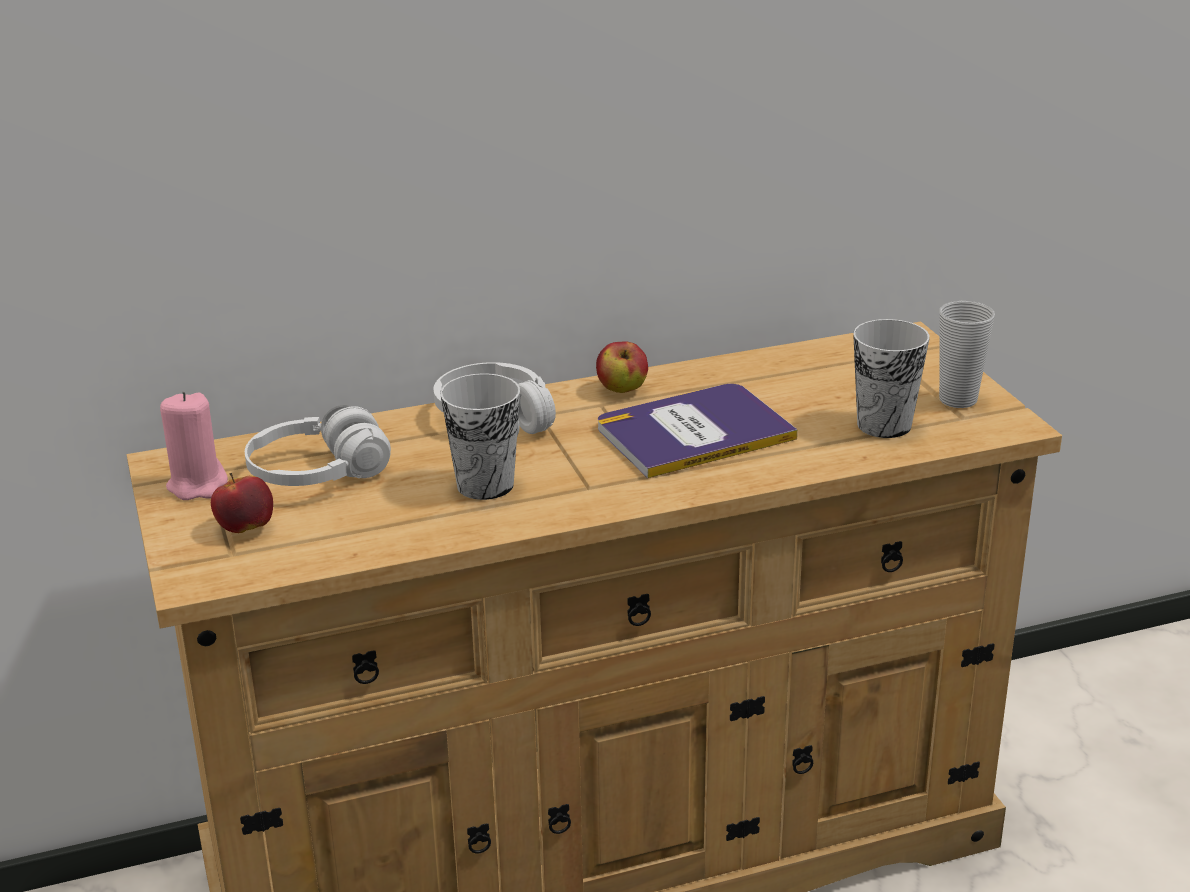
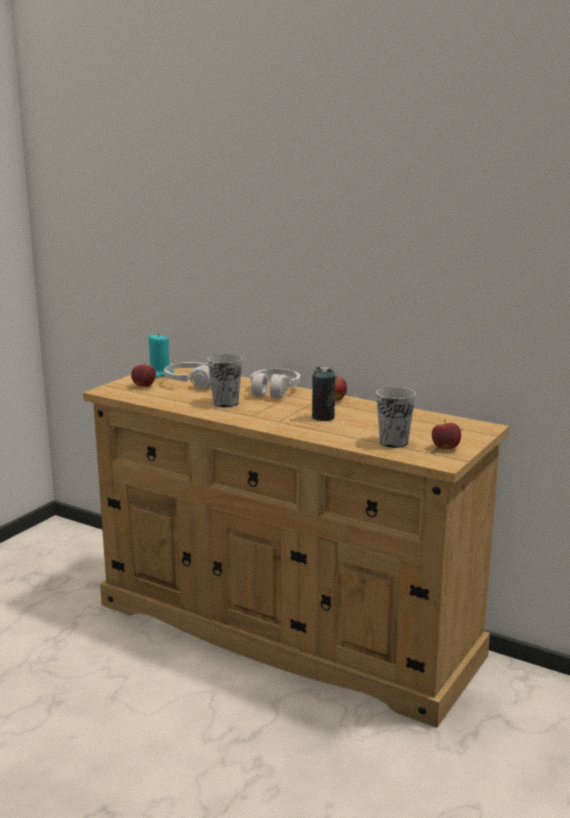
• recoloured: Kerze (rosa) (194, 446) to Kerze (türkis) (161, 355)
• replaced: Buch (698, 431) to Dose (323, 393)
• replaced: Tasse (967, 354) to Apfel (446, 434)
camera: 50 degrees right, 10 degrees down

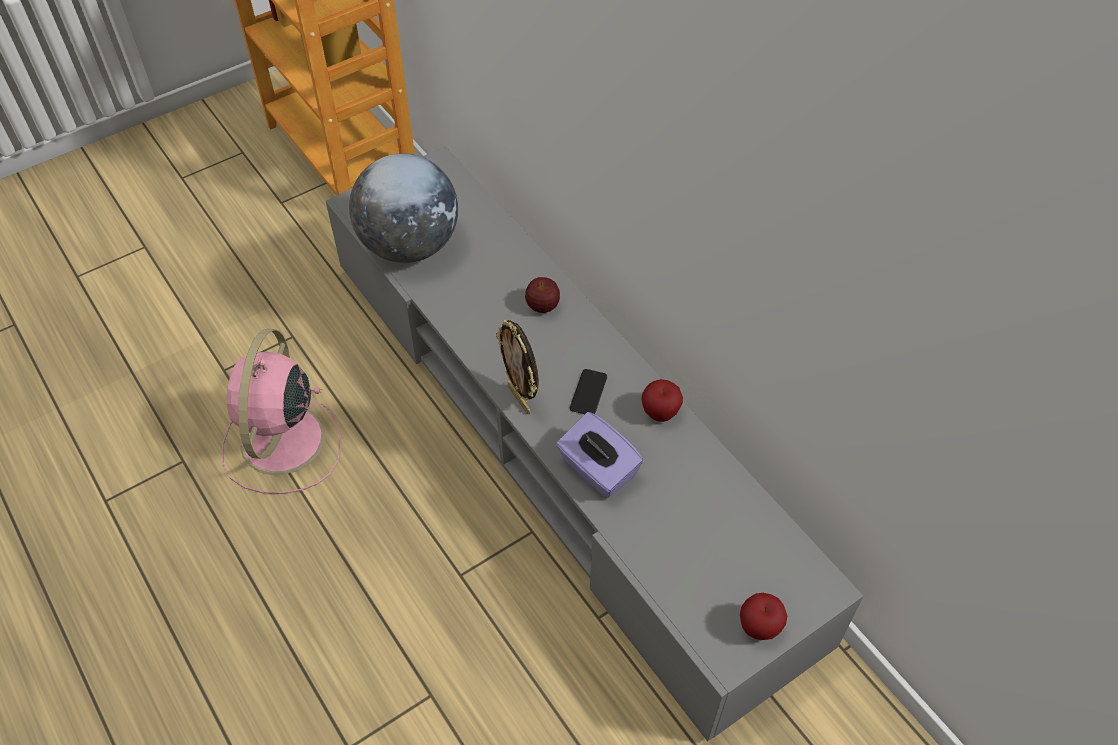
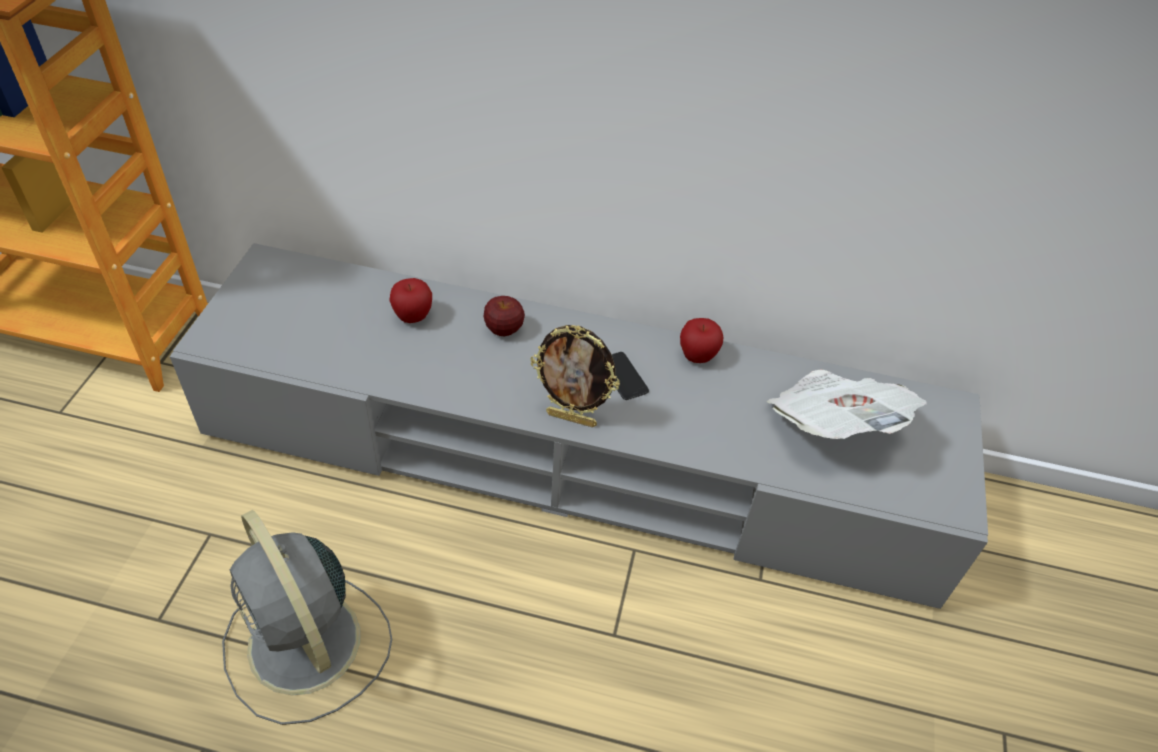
• recoloured: Ventilator (rosa) (282, 411) to Ventilator (grau) (307, 617)
• removed: Globus (403, 208)
• removed: Taschentuchbox (lila) (599, 455)
• moved: Apfel (763, 616) to (410, 300)
• added: Zeitung (846, 404)
camera: 45 degrees left, 5 degrees down

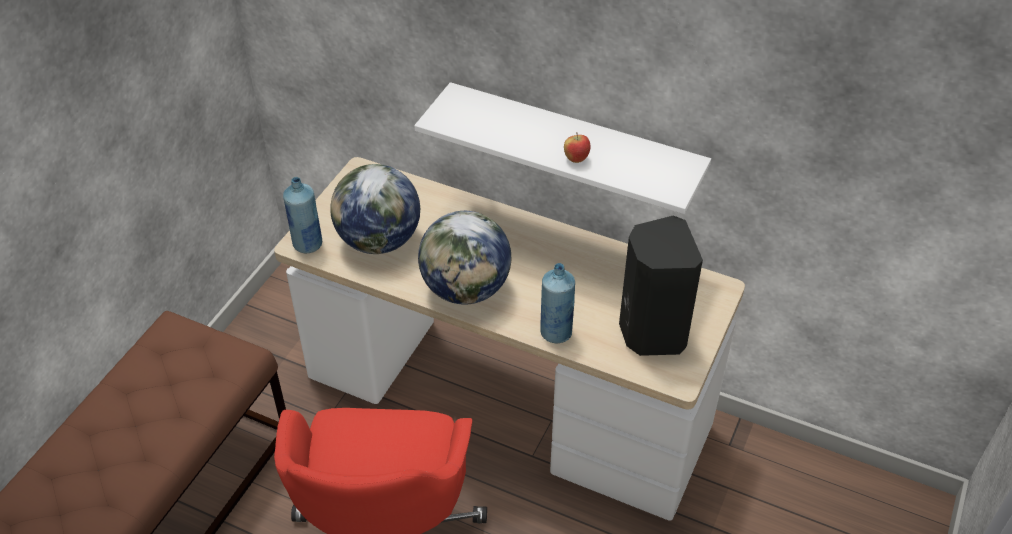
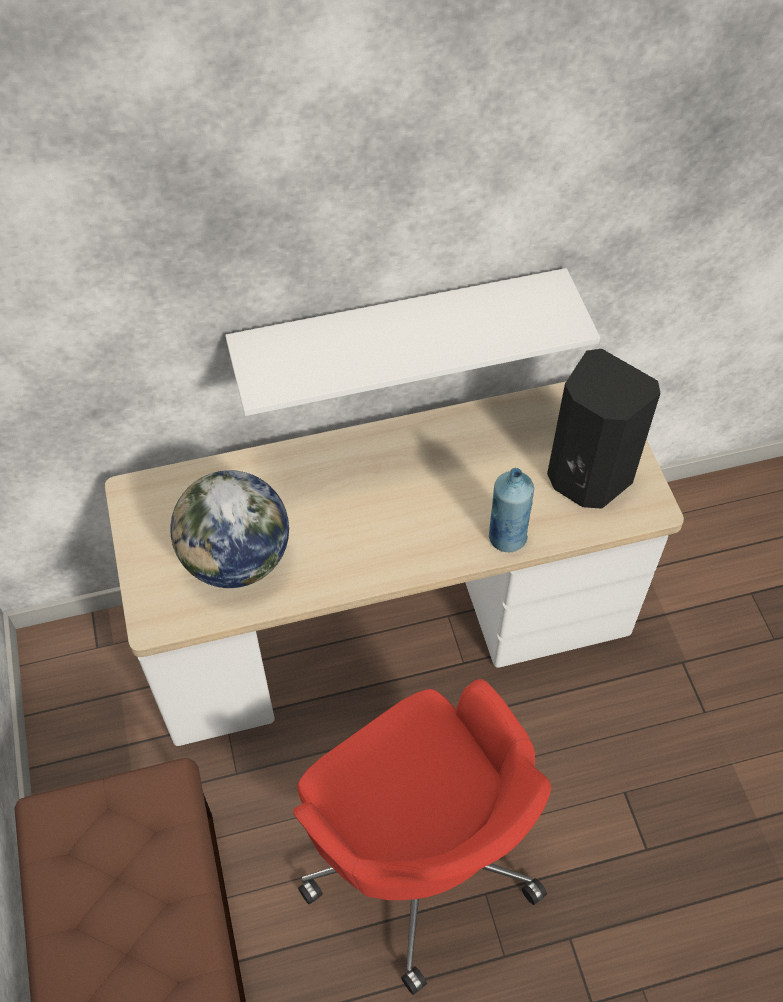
• removed: Flasche (blau) (302, 215)
• removed: Globus (464, 258)
• removed: Apfel (577, 147)
camera: 40 degrees left, 10 degrees up

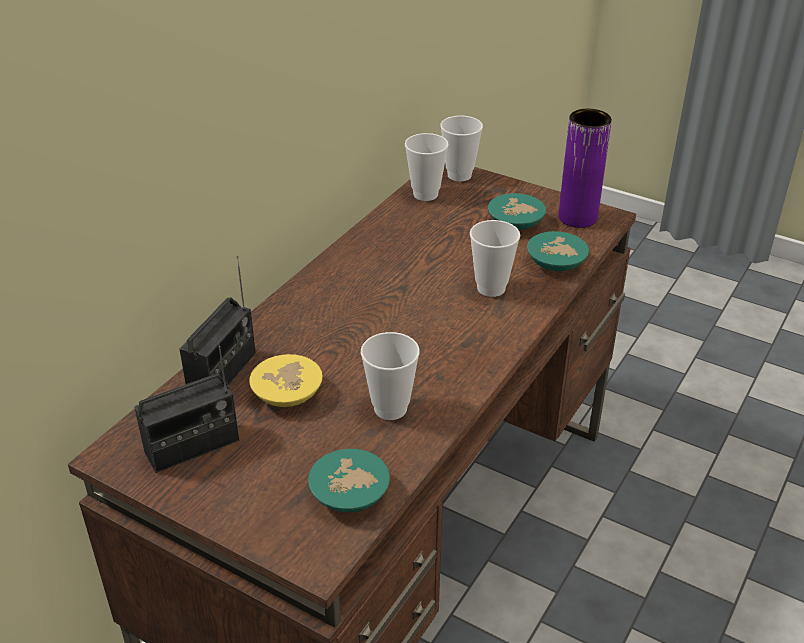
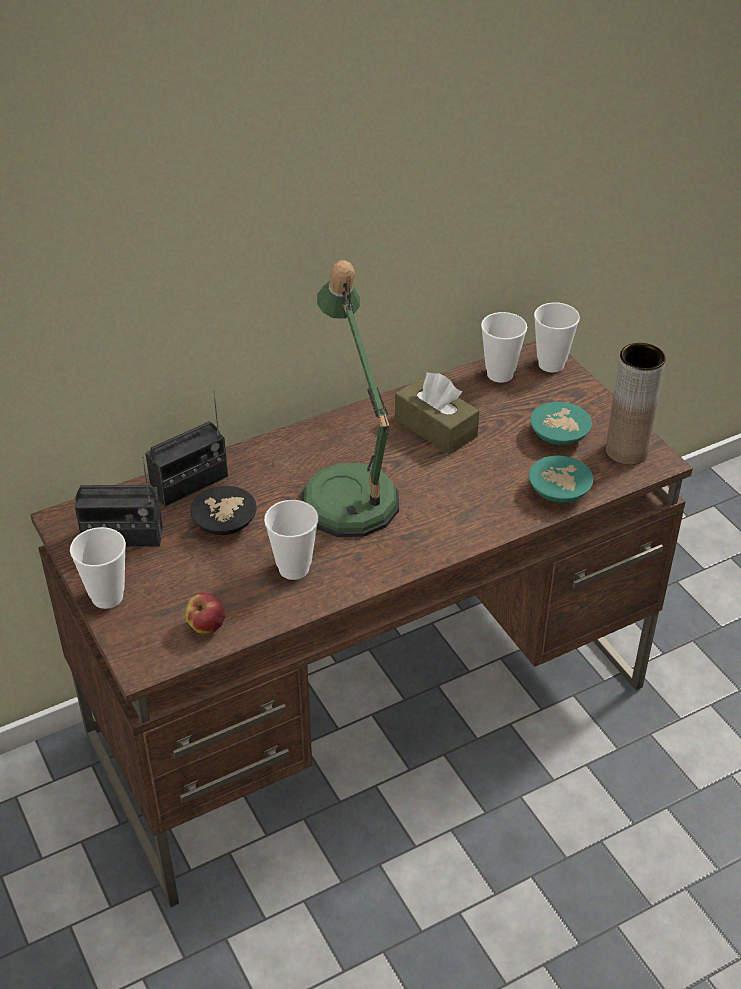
• recoloured: Schüssel (gelb) (286, 380) to Schüssel (schwarz) (223, 510)
• replaced: Schüssel (türkis) (349, 480) to Apfel (205, 613)
• moved: Tasse (495, 258) to (98, 568)
• recoloured: Vase (lila) (585, 168) to Vase (braun) (636, 404)
• added: Tischlampe (350, 398)
• added: Taschentuchbox (braun) (437, 414)
camera: 30 degrees right, 5 degrees up

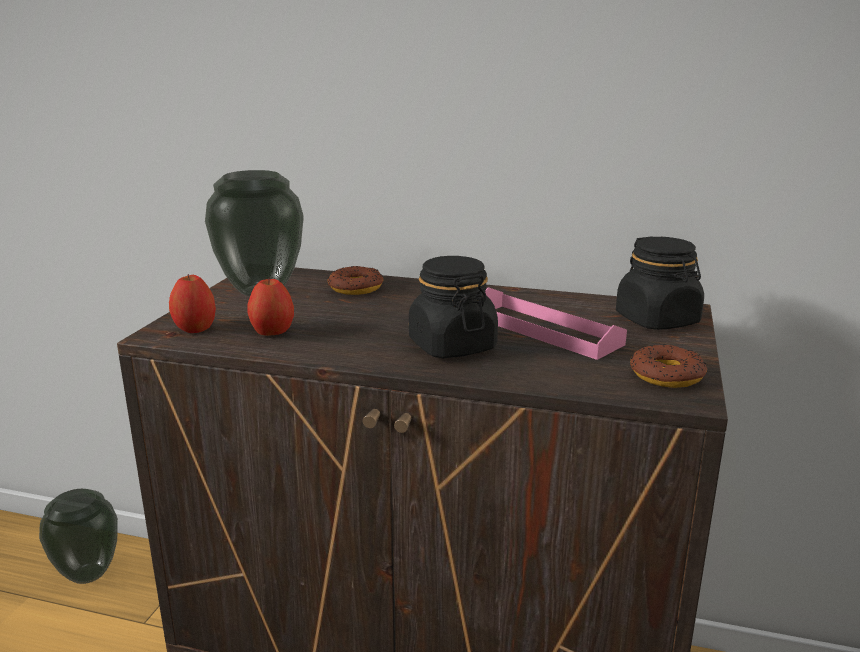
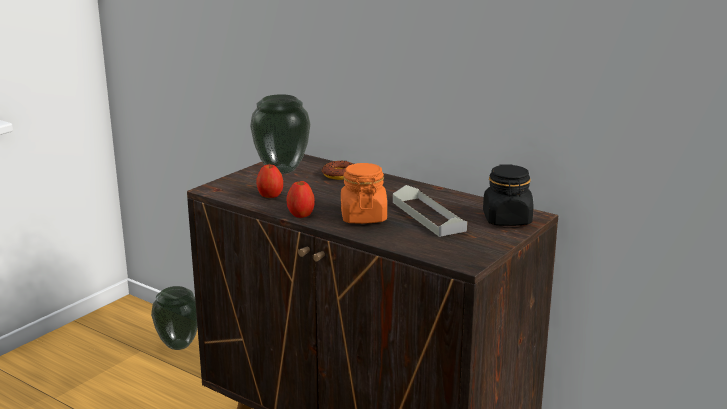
• moved: Apfel (192, 303) to (300, 199)
• recoloured: Vorratsglas (schwarz) (453, 307) to Vorratsglas (orange) (364, 193)
• recoloured: Tablett (rosa) (556, 323) to Tablett (grau) (430, 211)
• removed: Donut (668, 366)
camera: 20 degrees right, 0 degrees up

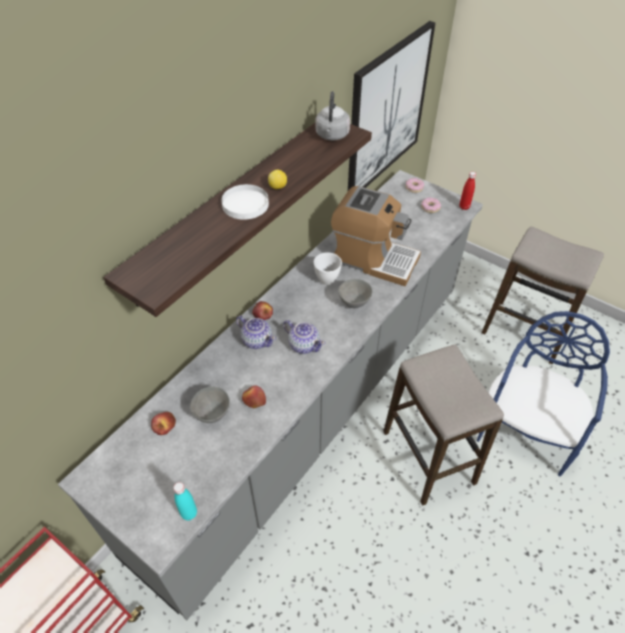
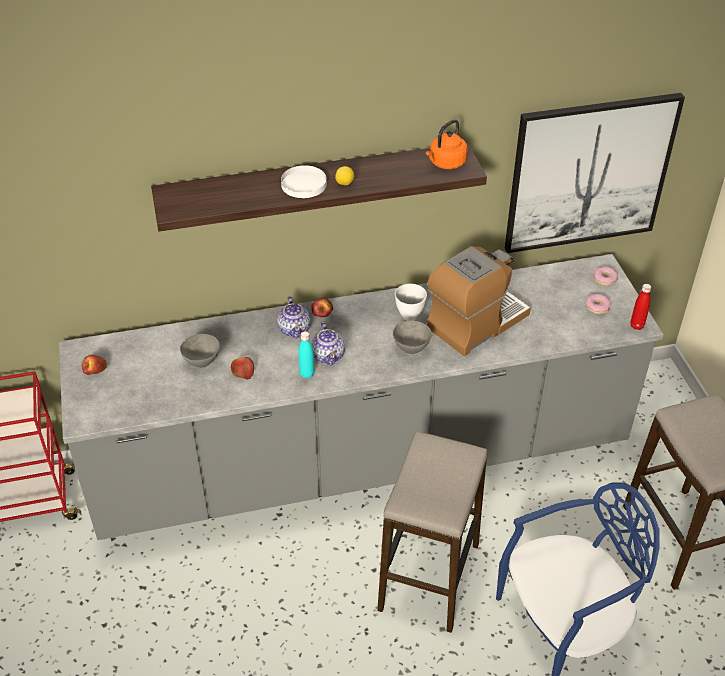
• moved: Apfel (163, 423) to (94, 365)
• moved: Flasche (türkis) (185, 501) to (306, 354)
• recoloured: Wasserkessel (grau) (332, 116) to Wasserkessel (orange) (447, 144)
• turned: Kaffeemaschine (376, 236) = (479, 301) 105 degrees counterclockwise
camera: 40 degrees right, 5 degrees down

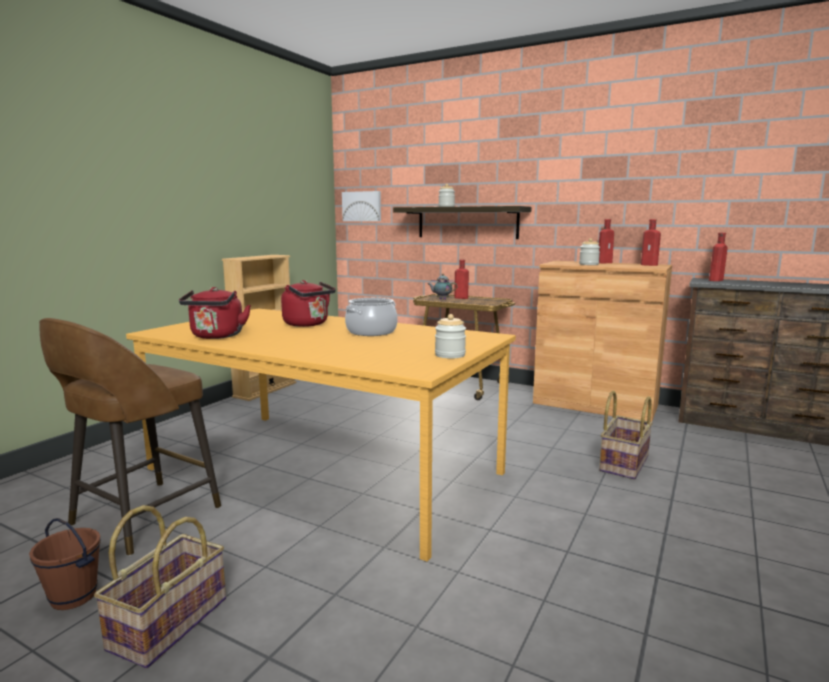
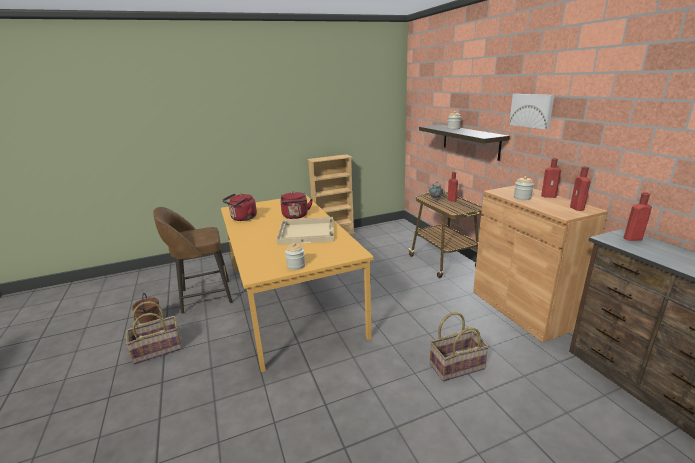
• moved: Bild (361, 206) to (531, 111)
• replaced: Kochtopf (371, 317) to Tablett (beige) (305, 231)
camera: 40 degrees right, 10 degrees up

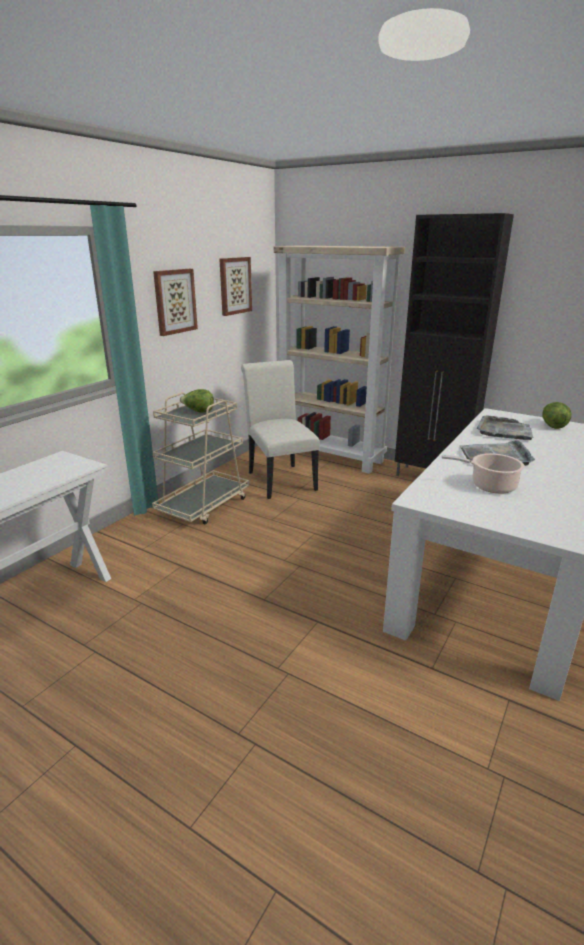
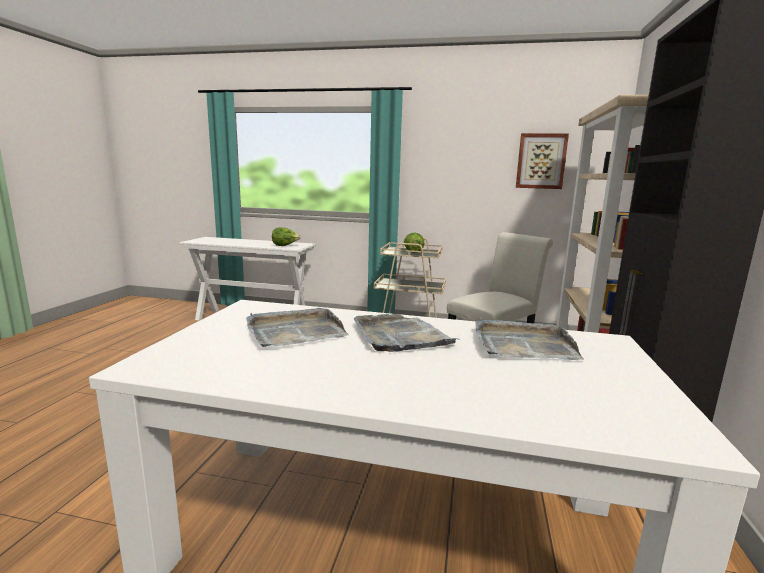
• removed: Bild (175, 302)
• replaced: Kochtopf (483, 473) to Tablett (grau) (297, 327)
• moved: Salatkopf (556, 415) to (286, 236)
camera: 70 degrees right, 10 degrees down

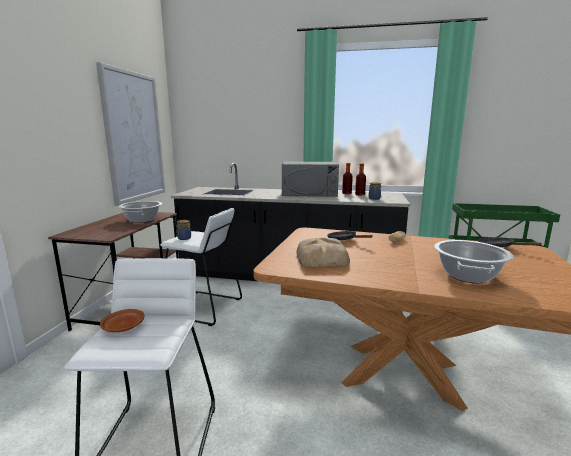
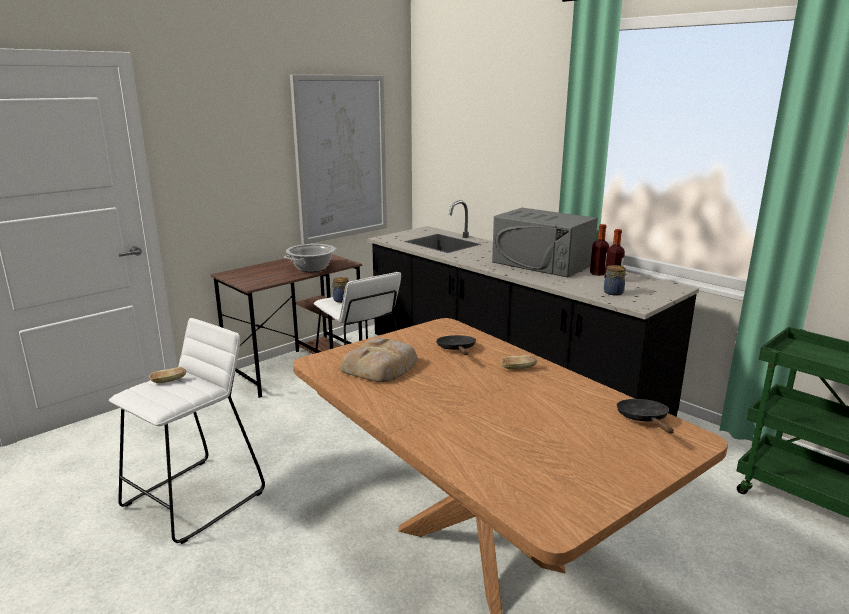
• replaced: Teller (braun) (122, 320) to Brot (167, 375)
• removed: Kochtopf (474, 261)
camera: 35 degrees right, 5 degrees up

